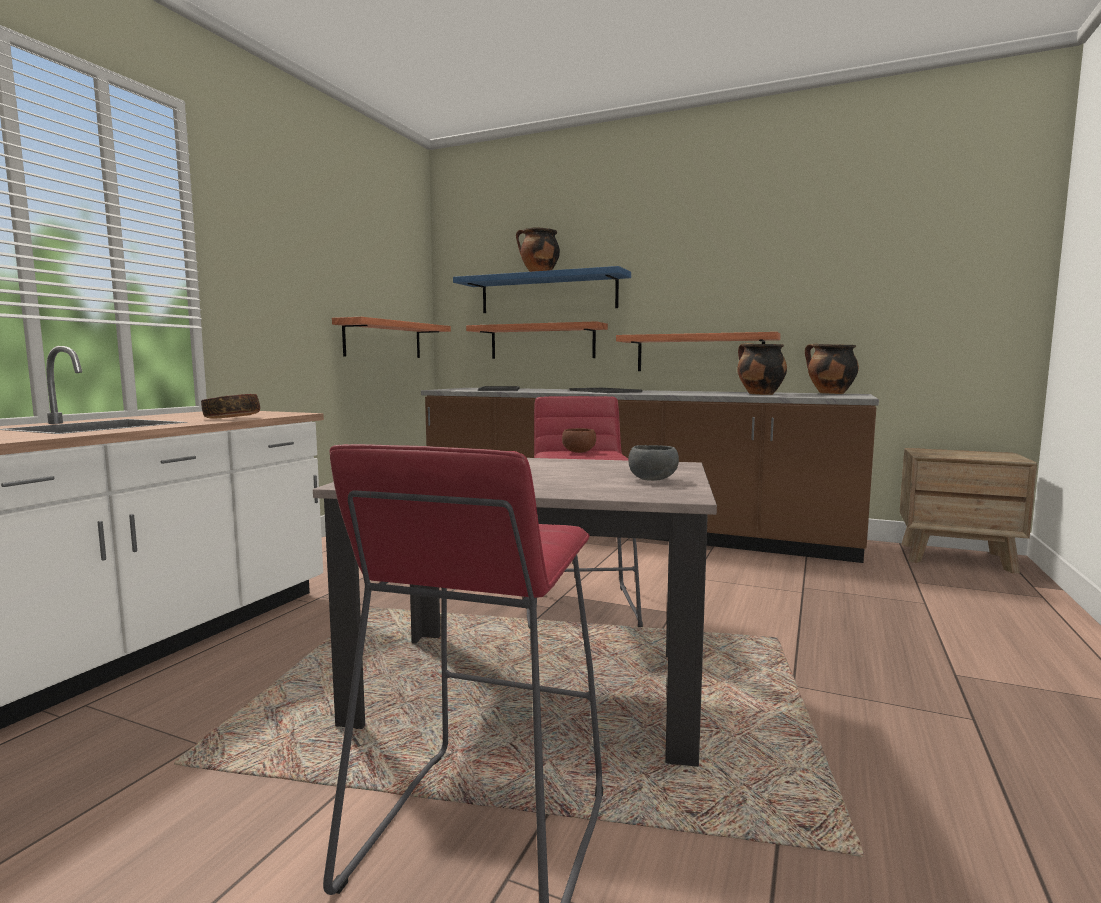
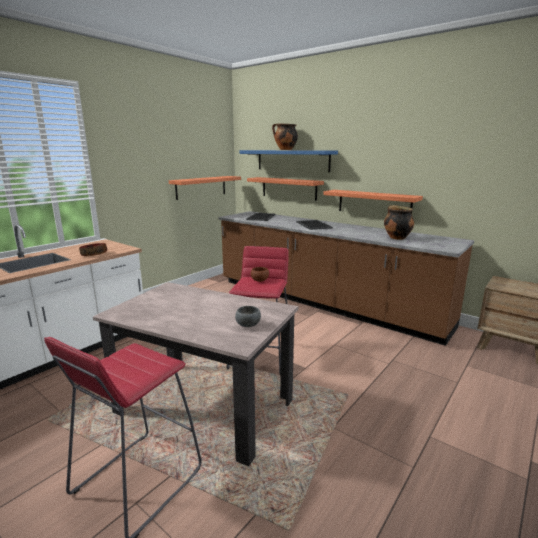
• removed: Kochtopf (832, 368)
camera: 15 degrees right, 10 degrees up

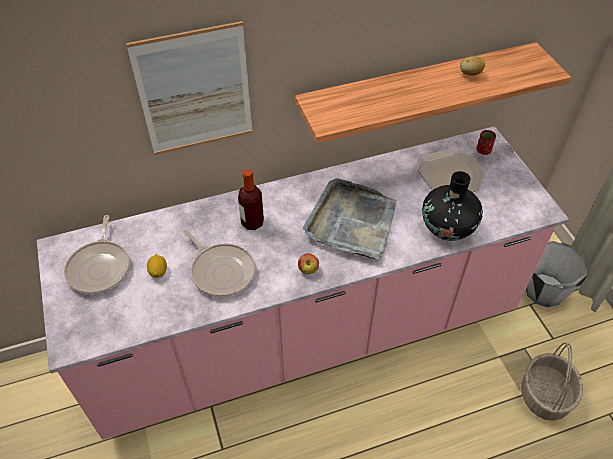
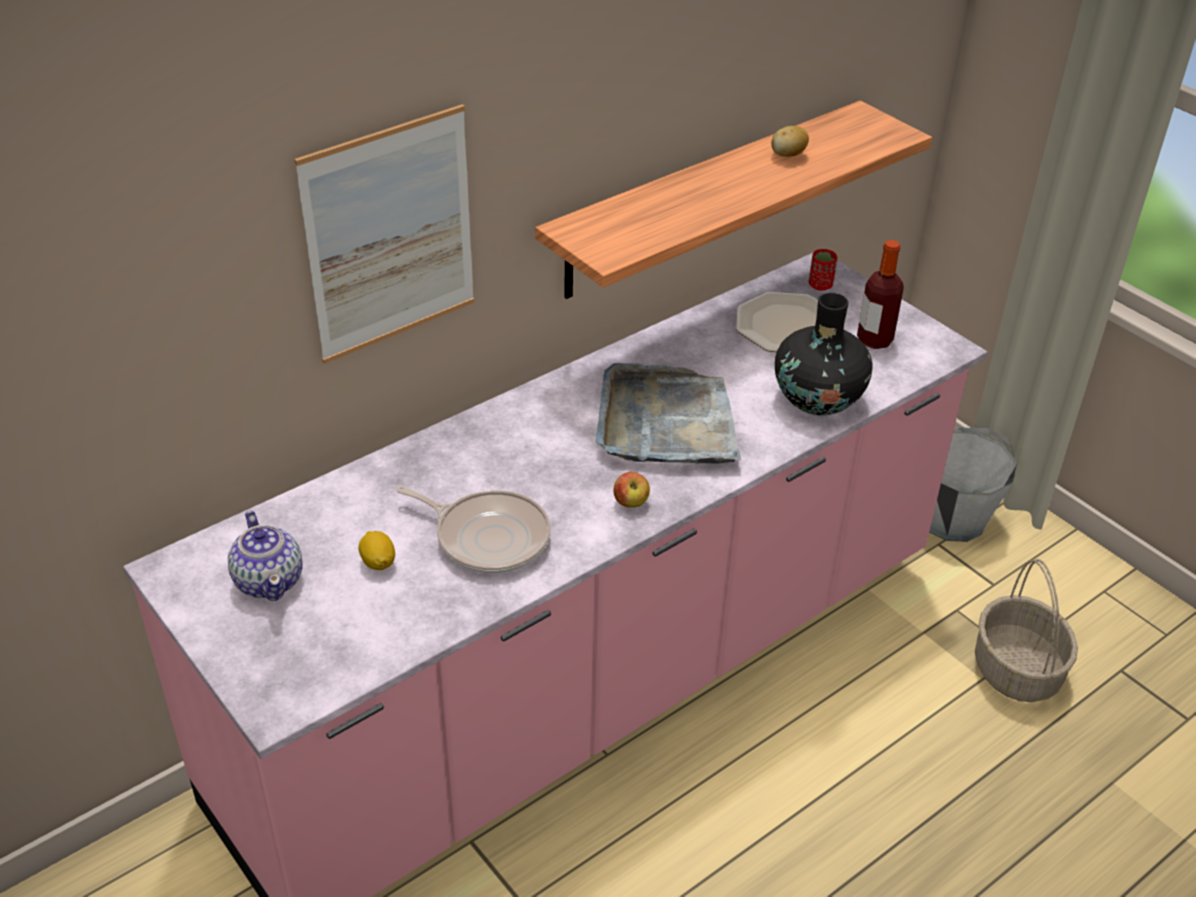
• replaced: Pfanne (97, 255) to Teekanne (265, 556)
• moved: Flasche (251, 199) to (880, 294)
camera: 20 degrees left, 10 degrees down

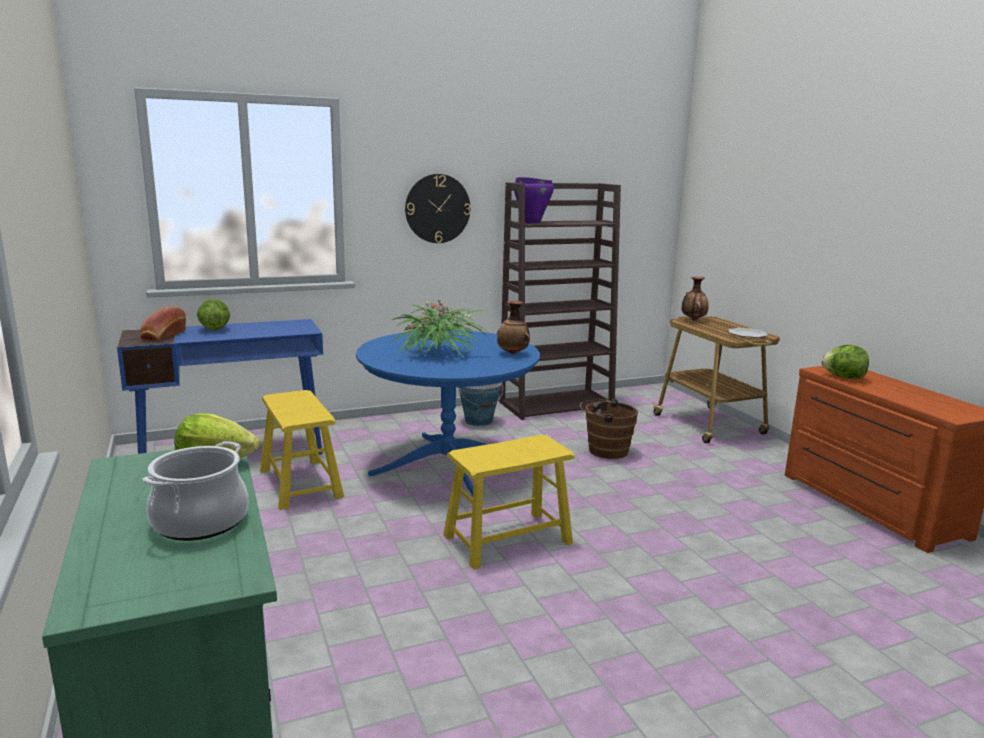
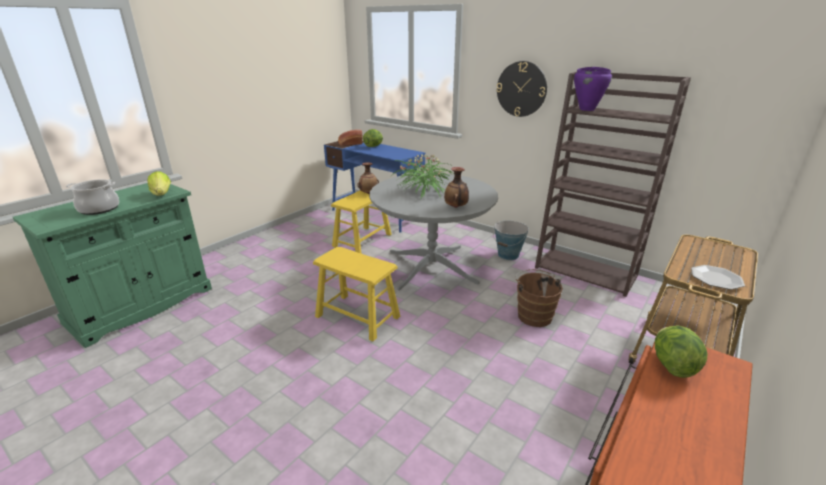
• recoloured: Esstisch (blau) (448, 413) to Esstisch (grau) (433, 232)
• moved: Vase (695, 298) to (368, 178)
camera: 60 degrees right, 10 degrees up

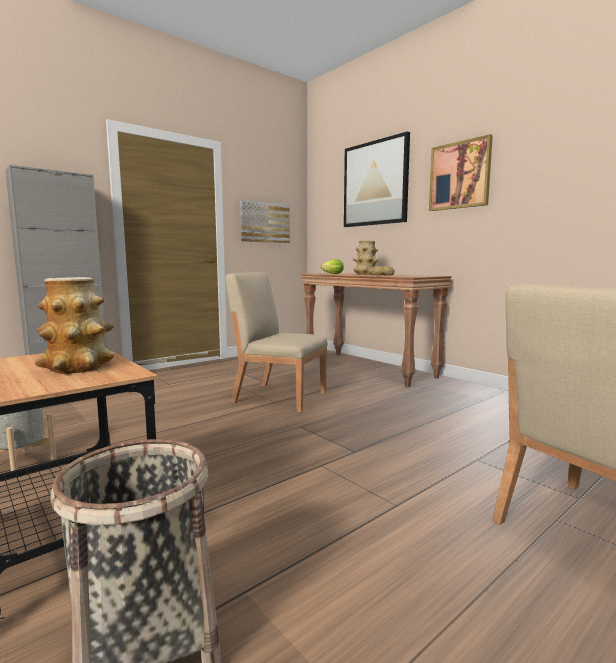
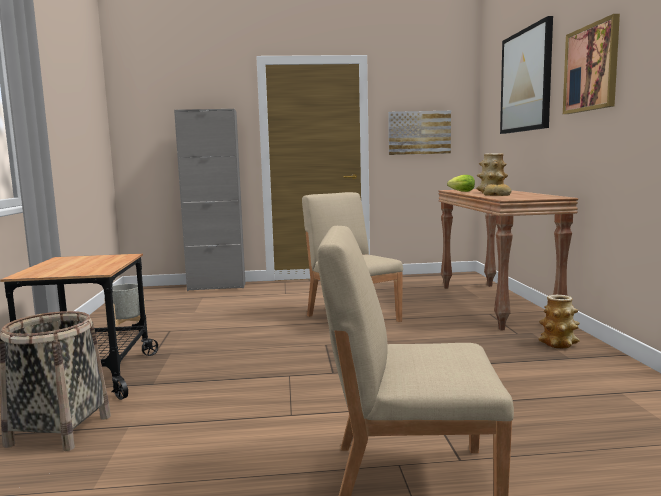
• moved: Vase (74, 325) to (559, 321)
camera: 35 degrees right, 0 degrees up

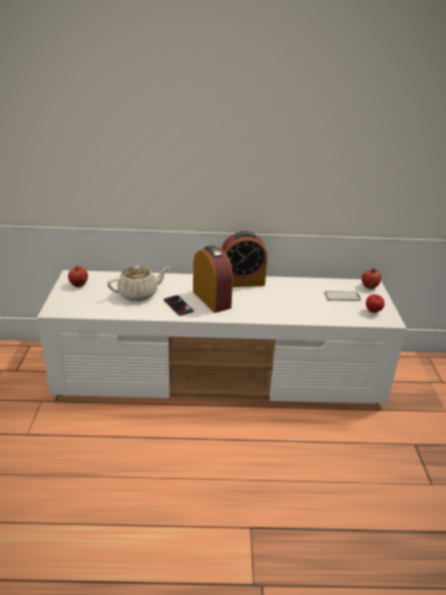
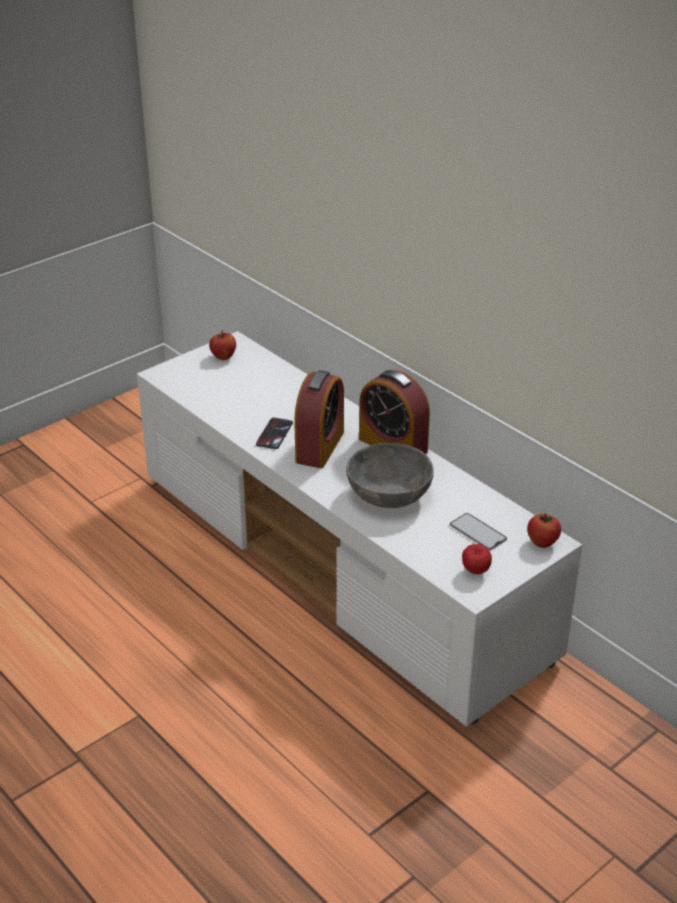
• removed: Teekanne (beige) (138, 283)
• added: Schüssel (grau) (390, 475)
camera: 50 degrees right, 5 degrees up

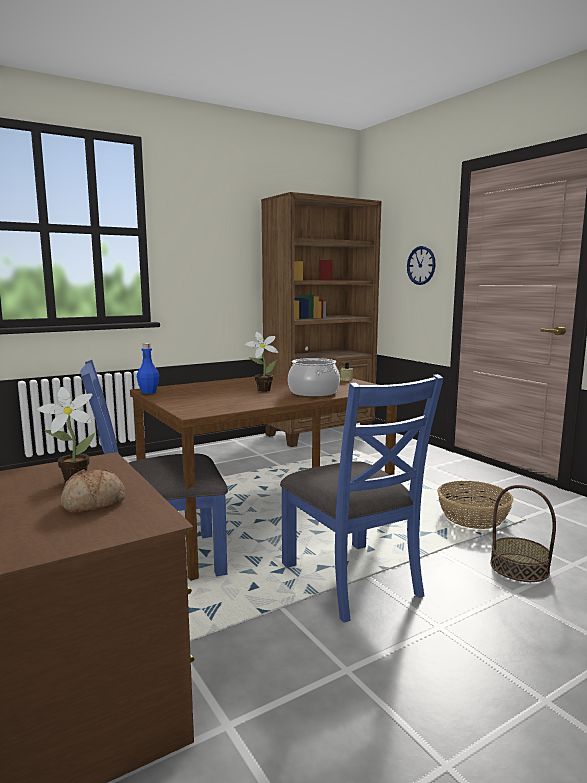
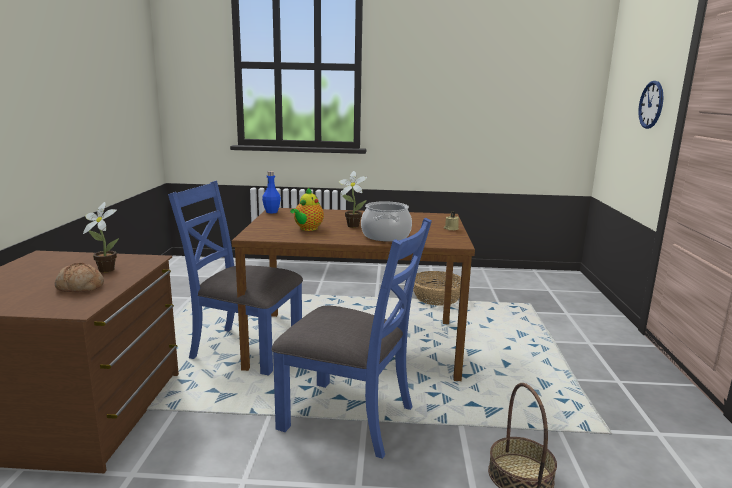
• removed: Bücherregal (braun) (321, 319)
• turned: Stuhl (blau) (362, 498) = (351, 338) 75 degrees counterclockwise
• moved: Korb (475, 505) to (437, 288)
• added: Teekanne (307, 209)
camera: 35 degrees right, 5 degrees up

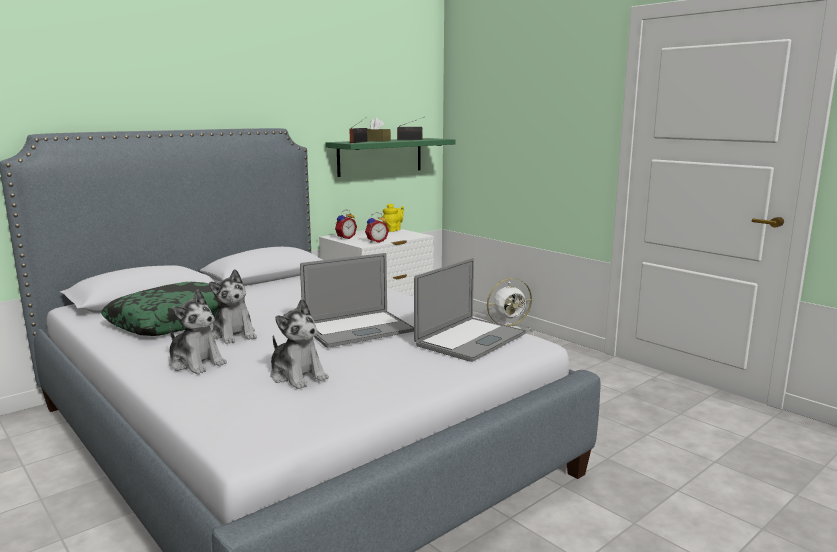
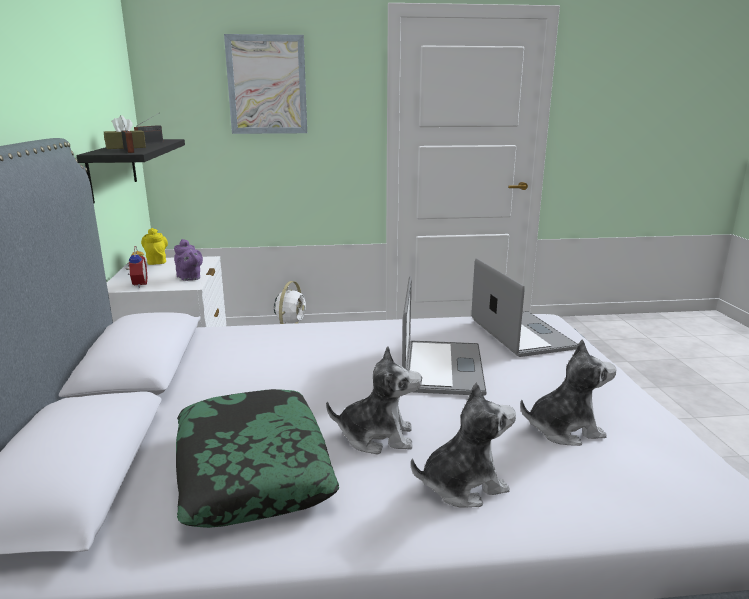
• recoloured: Wandregal (grün) (391, 157) to Wandregal (schwarz) (130, 171)
• replaced: Wecker (377, 227) to Teekanne (lila) (188, 260)
• added: Bild (265, 84)
camera: 55 degrees left, 5 degrees up

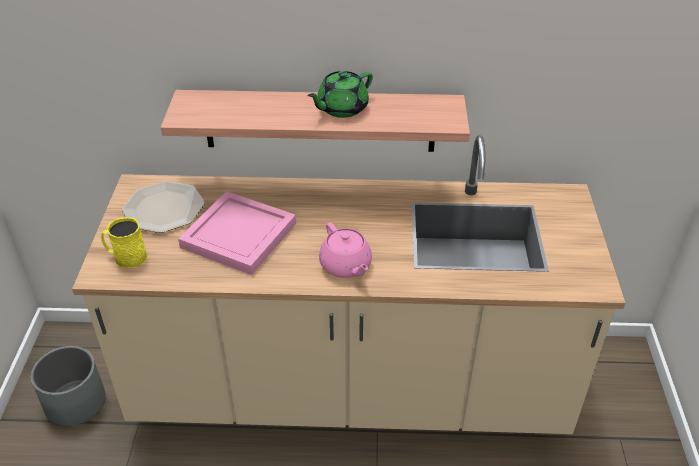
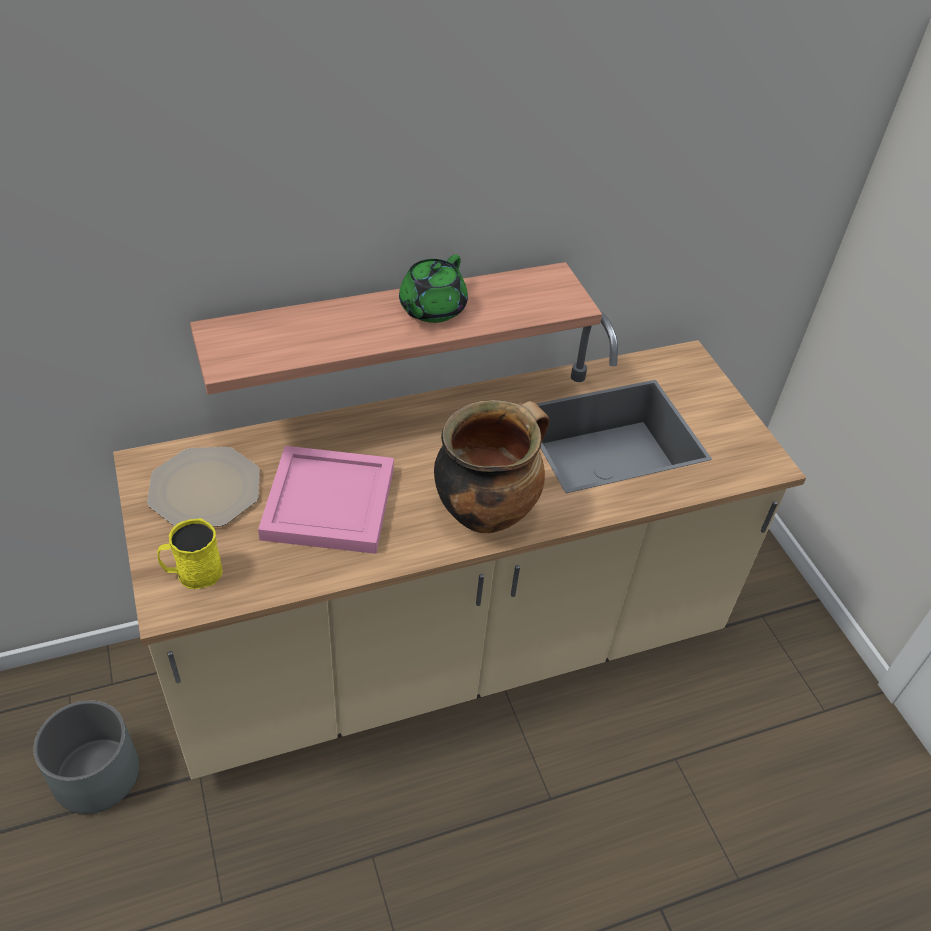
• replaced: Teekanne (rosa) (345, 250) to Kochtopf (492, 466)
camera: 25 degrees left, 5 degrees up

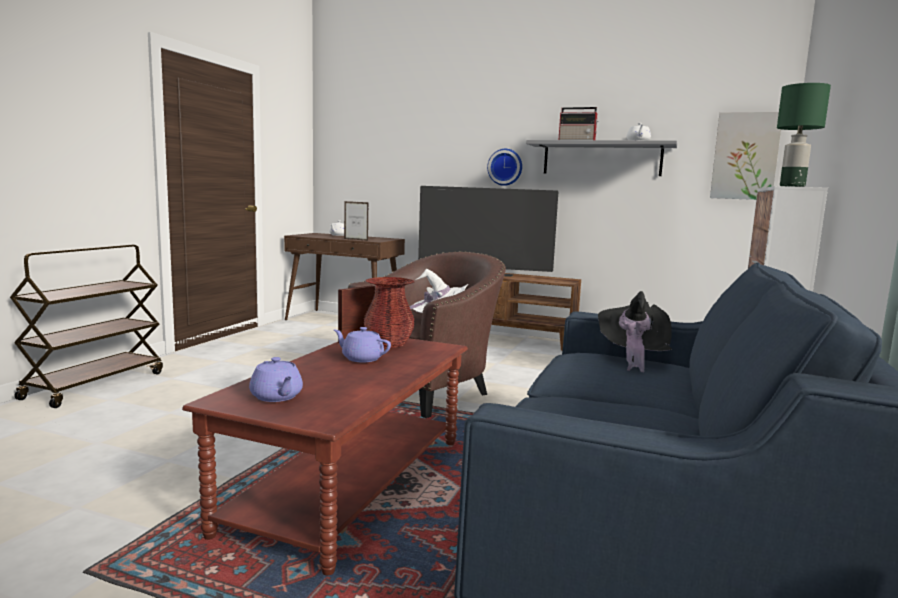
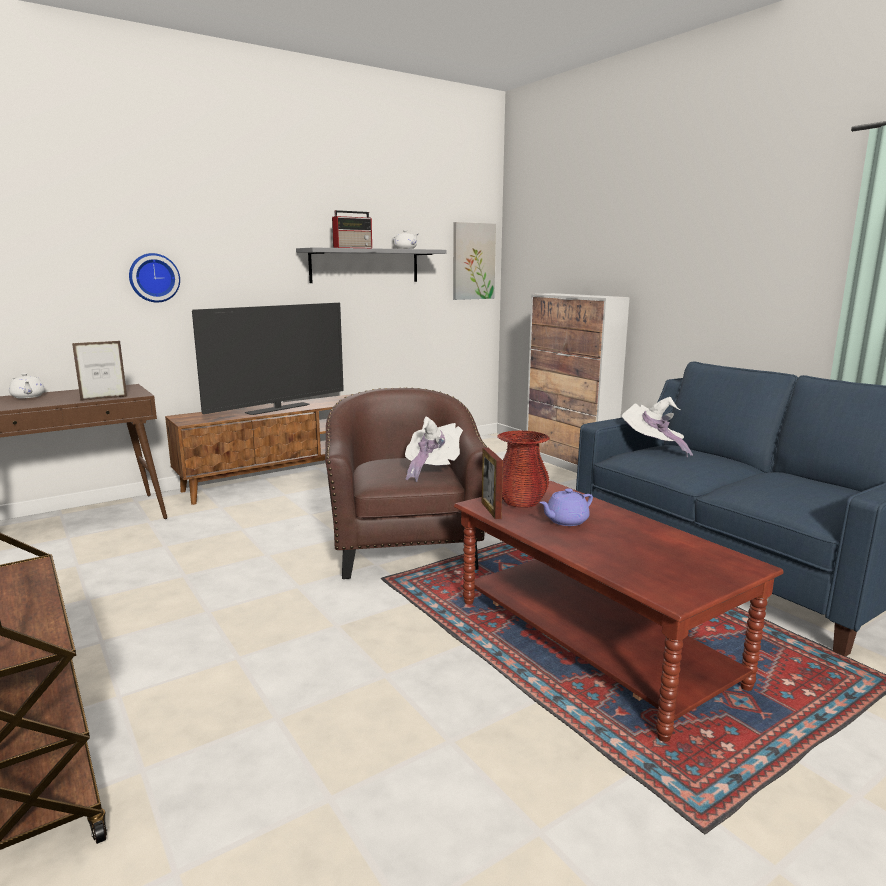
• removed: Teekanne (lila) (276, 379)
• moved: Wanduhr (504, 167) to (154, 278)
• recoloured: Hut (schwarz) (635, 331) to Hut (weiß) (657, 427)
• removed: Tischlampe (grün) (804, 135)
camera: 55 degrees left, 5 degrees up

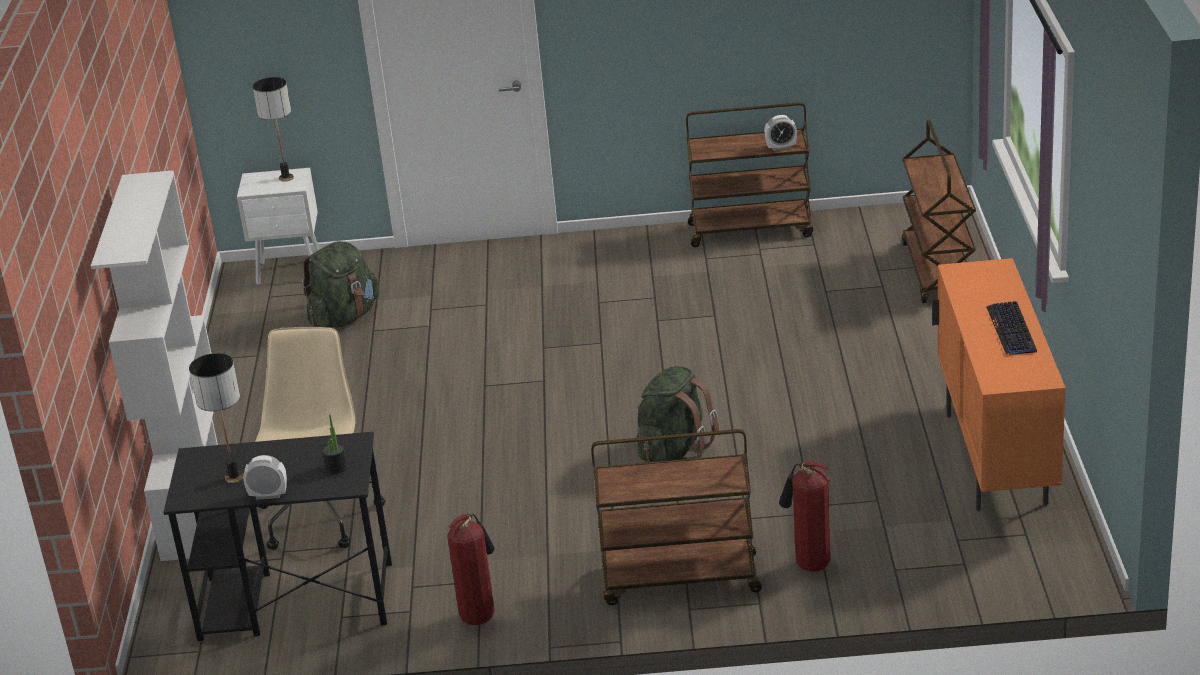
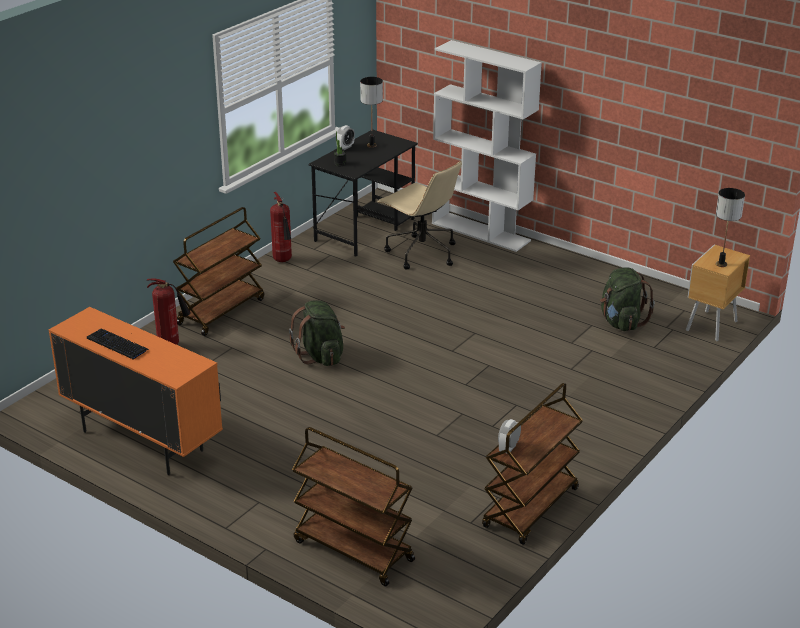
• recoloured: Nachttisch (weiß) (278, 226) to Nachttisch (braun) (718, 293)
camera: 125 degrees right, 0 degrees up

